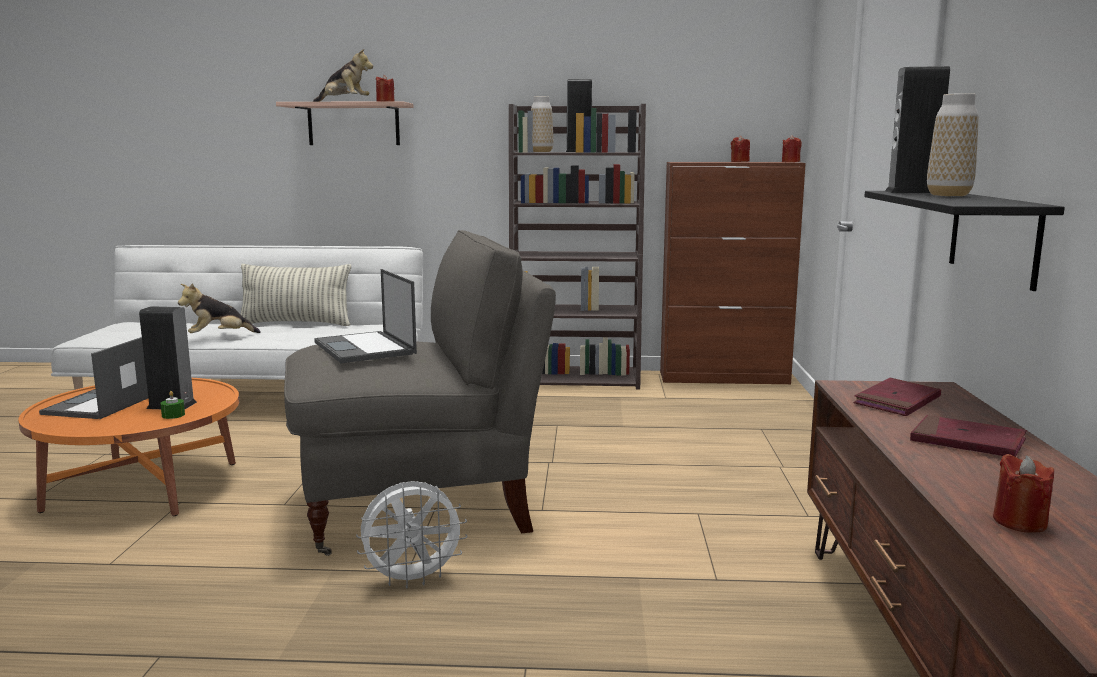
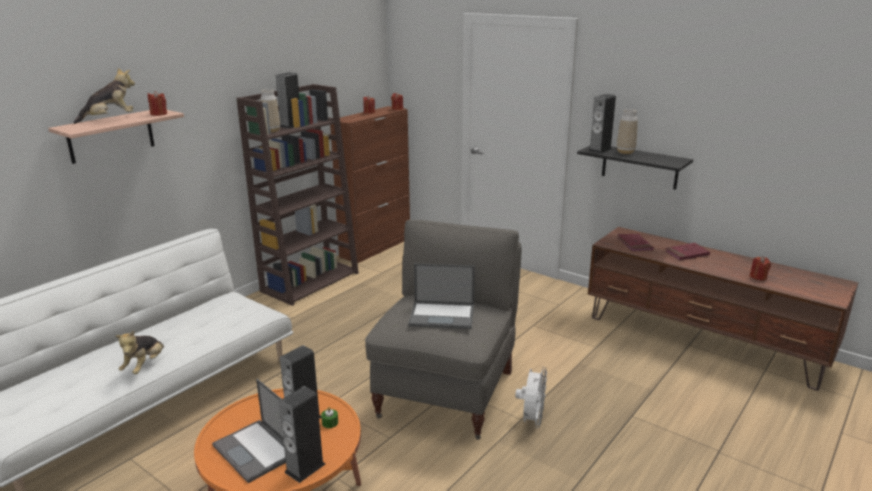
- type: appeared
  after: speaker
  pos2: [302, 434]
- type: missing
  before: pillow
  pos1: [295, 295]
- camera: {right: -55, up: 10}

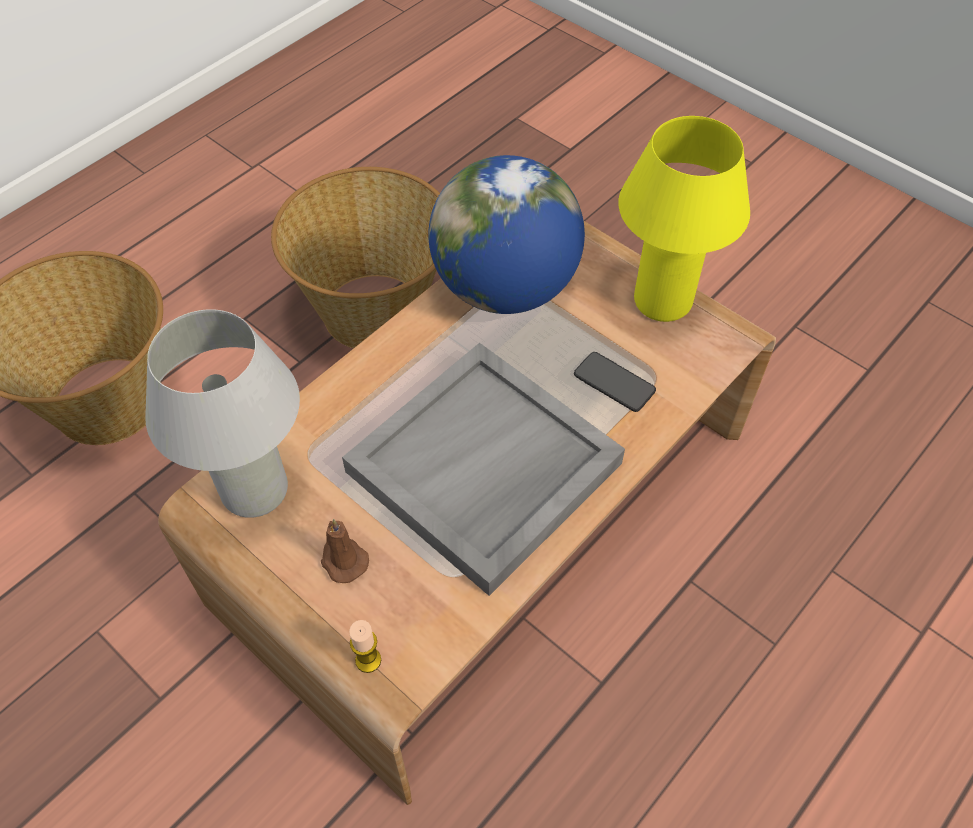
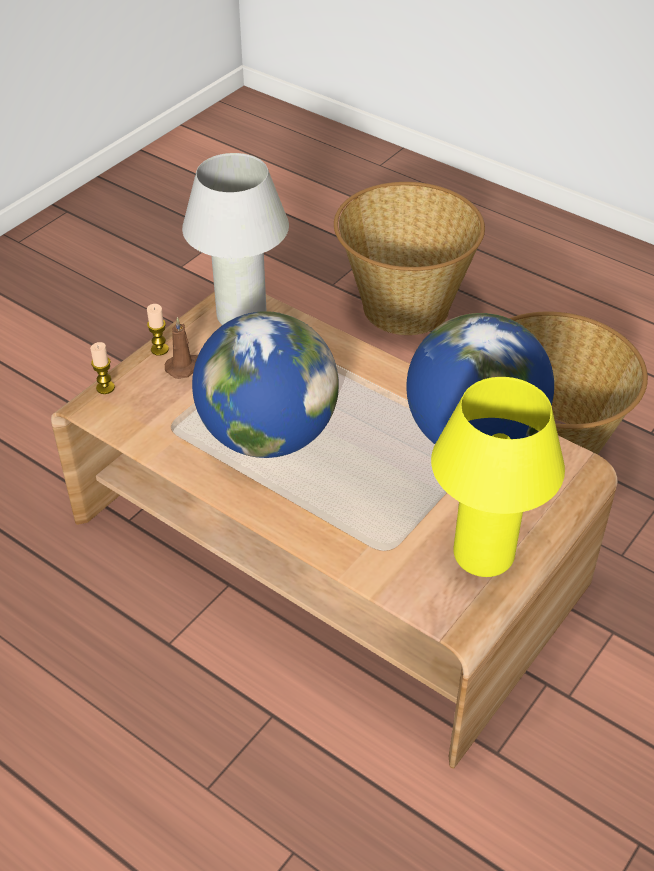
- type: appeared
  after: candle
  pos2: [158, 330]
- type: exchanged
  before: grey tray
  after: globe
  pos1: [483, 469]
  pos2: [265, 384]
- type: missing
  before: phone
  pos1: [615, 382]
- camera: {right: 85, up: -10}

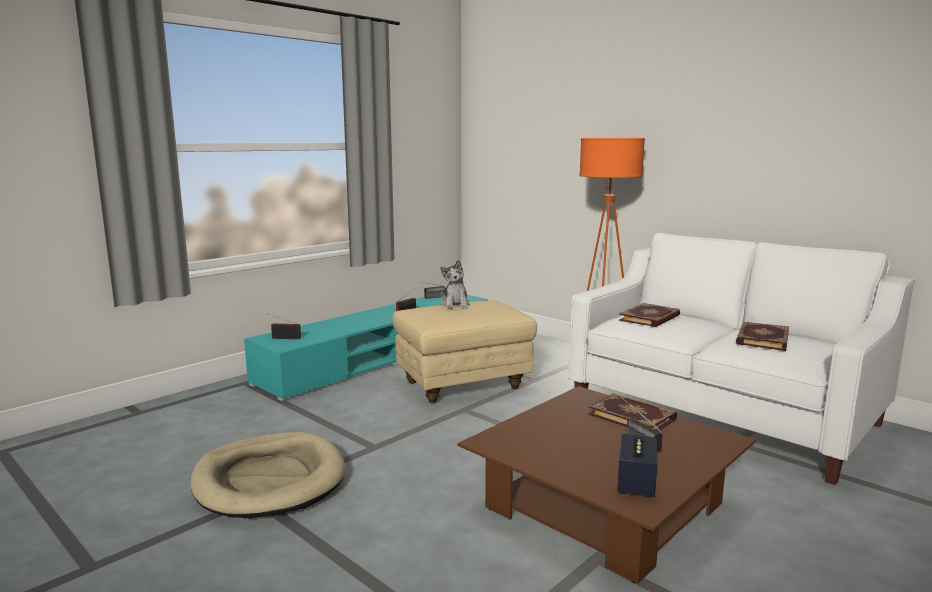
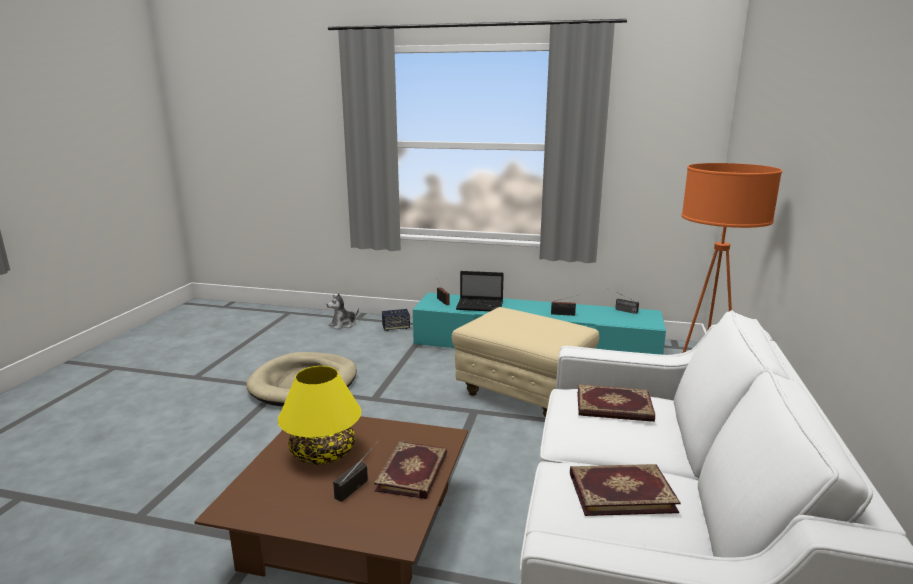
- type: appeared
  after: yellow table lamp
  pos2: [319, 415]
- type: relocated
  before: plush toy
  pos1: [455, 284]
  pos2: [343, 311]
- type: relocated
  before: speaker
  pos1: [637, 465]
  pos2: [396, 320]
- type: appeared
  after: laptop
  pos2: [480, 291]
- camera: {right: 60, up: 5}

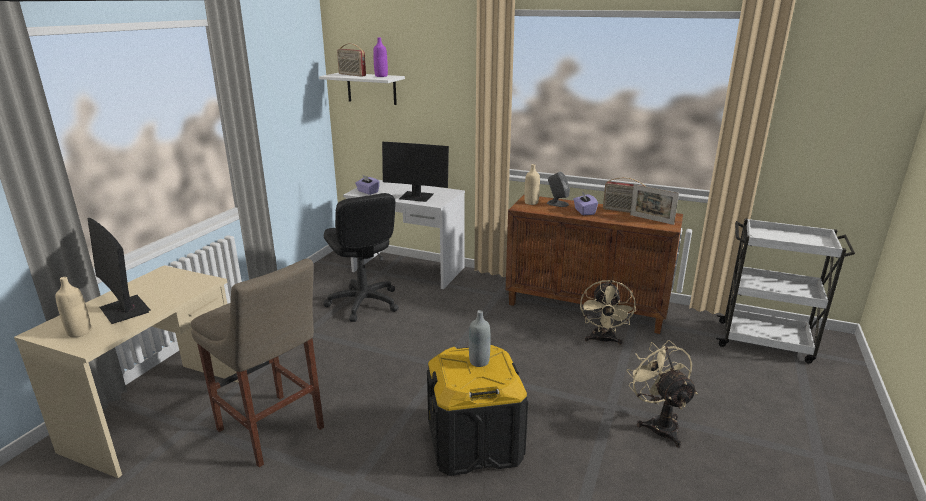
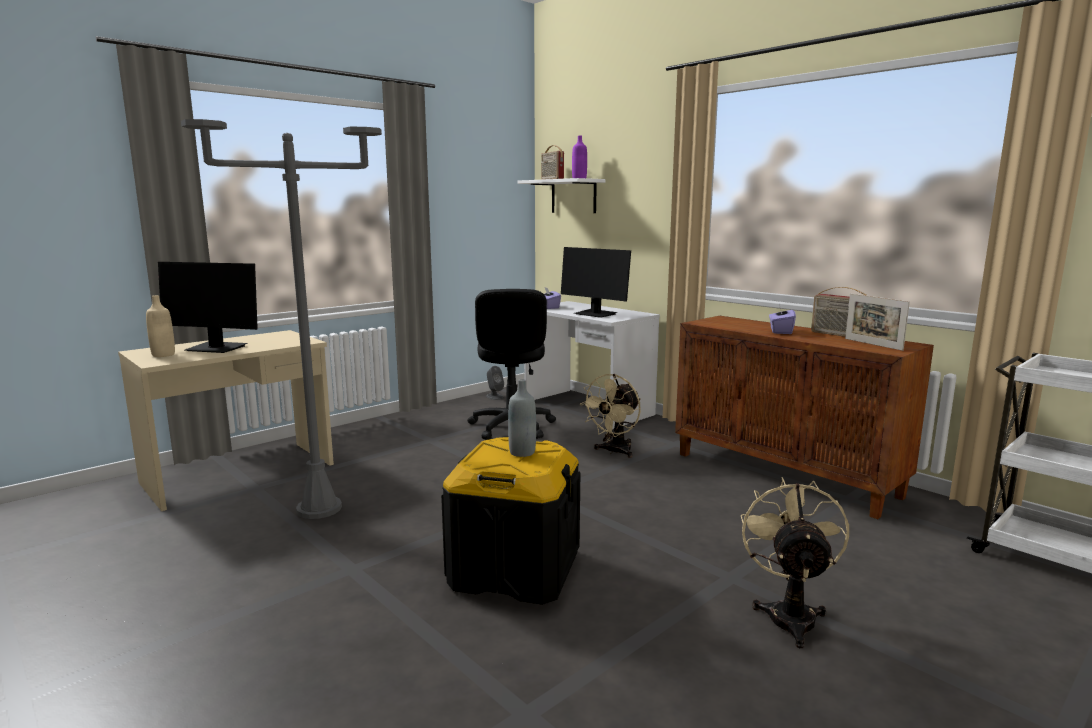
- type: spun
  before: monitor
  pos1: [119, 271]
  pos2: [208, 307]
  turn: -60
- type: exchanged
  before: beige stool
  after: grey floor lamp
  pos1: [257, 363]
  pos2: [281, 319]
- type: relocated
  before: grey speaker
  pos1: [558, 189]
  pos2: [495, 383]
- type: relocated
  before: beige fan
  pos1: [608, 312]
  pos2: [610, 416]
- type: missing
  before: beige bottle
  pos1: [532, 184]
- camera: {right: 25, up: -10}

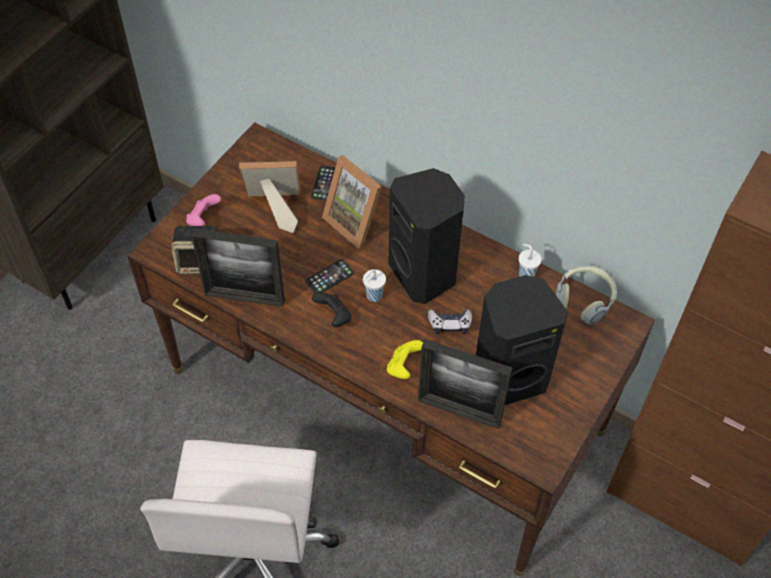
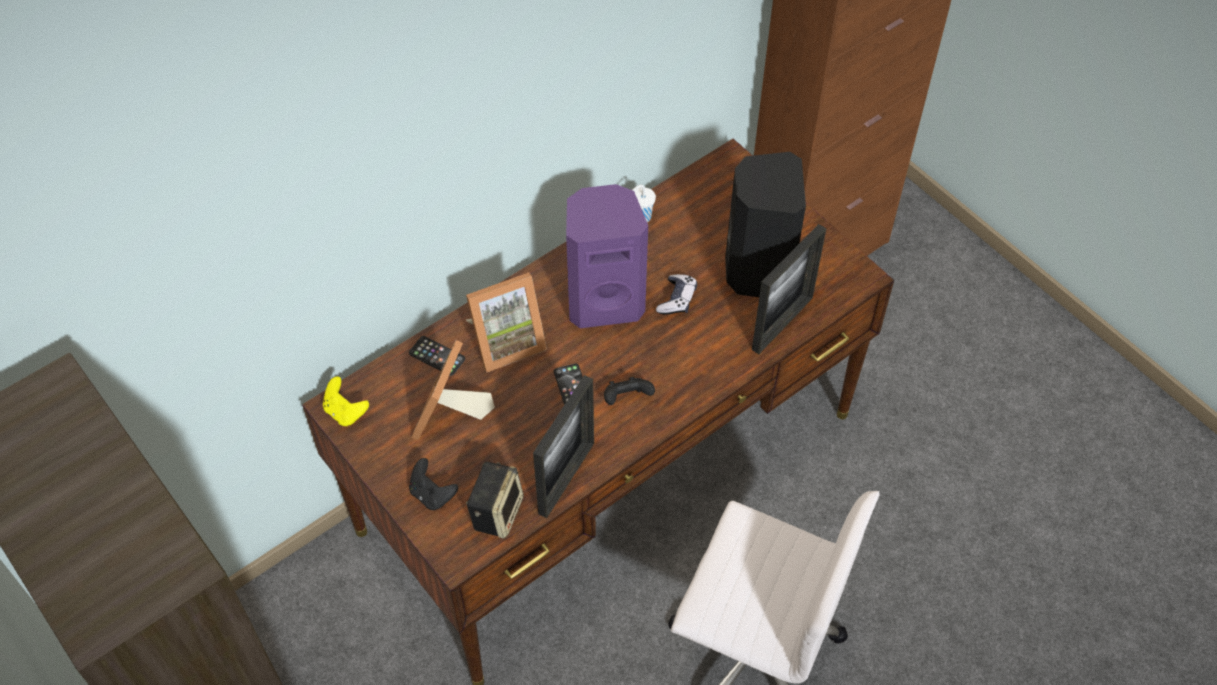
- type: relocated
  before: yellow game controller
  pos1: [405, 359]
  pos2: [346, 401]
- type: colour
  before: pink game controller
  after: black game controller
  pos1: [203, 210]
  pos2: [433, 484]
- type: colour
  before: black speaker
  after: purple speaker
  pos1: [427, 236]
  pos2: [607, 256]
- type: missing
  before: white cup
  pos1: [374, 285]
- type: missing
  before: headphones
  pos1: [586, 295]
- camera: {right: -70, up: 0}

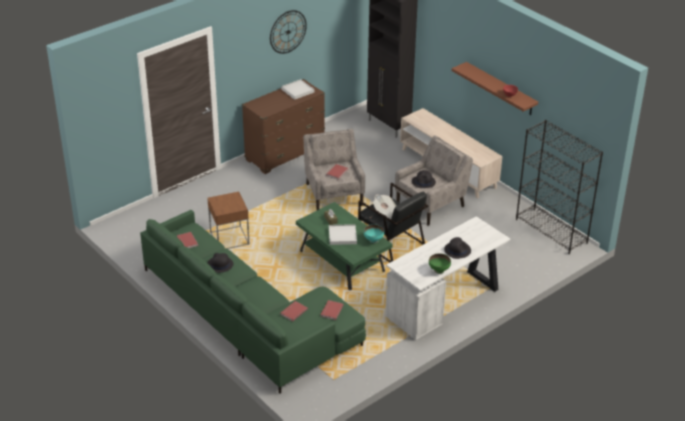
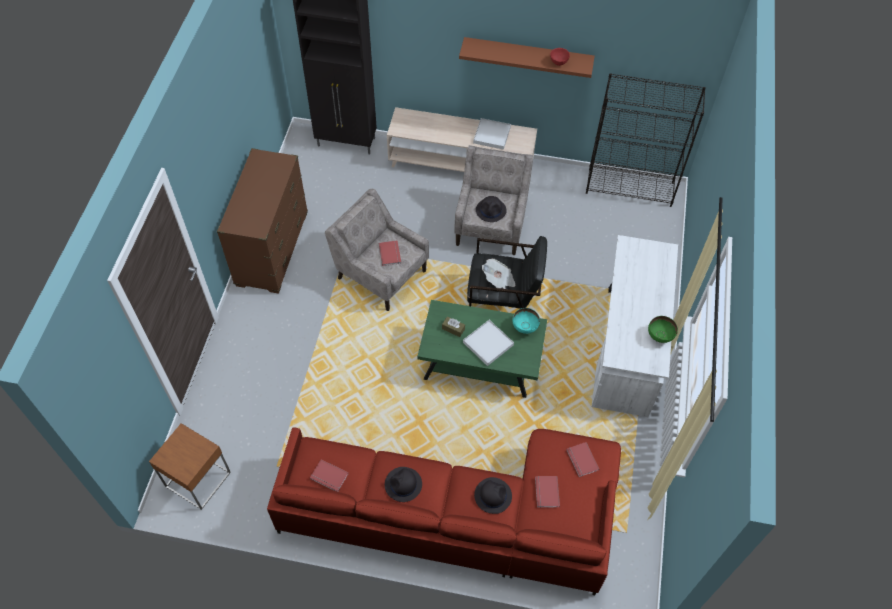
- type: relocated
  before: brown side table
  pos1: [228, 220]
  pos2: [190, 466]
- type: colour
  before: green sofa
  after: red sofa
  pos1: [253, 301]
  pos2: [444, 511]
- type: relocated
  before: white tray
  pos1: [297, 89]
  pos2: [492, 134]
- type: relocated
  before: black hat
  pos1: [457, 248]
  pos2: [493, 495]
- type: missing
  before: wall clock
  pos1: [288, 32]
- camera: {right: -40, up: 20}

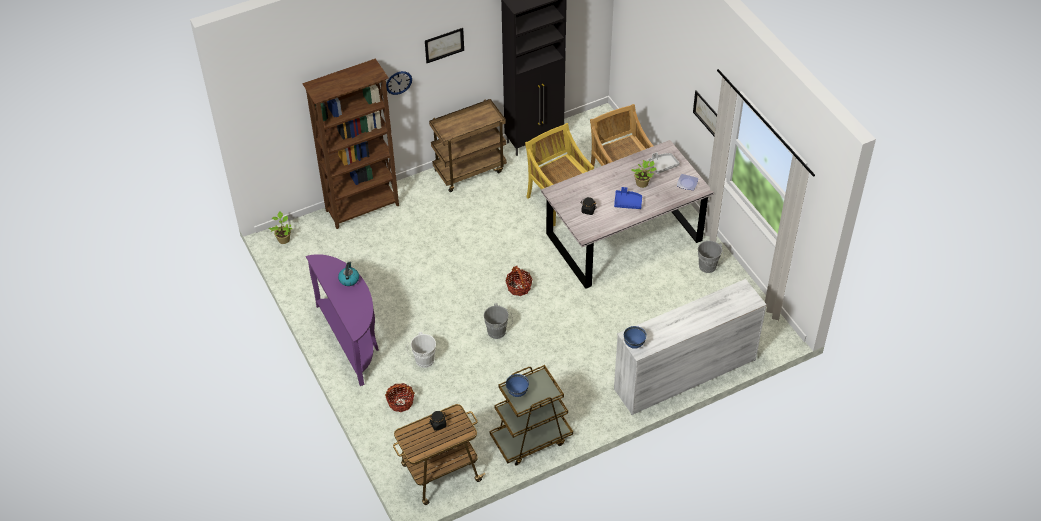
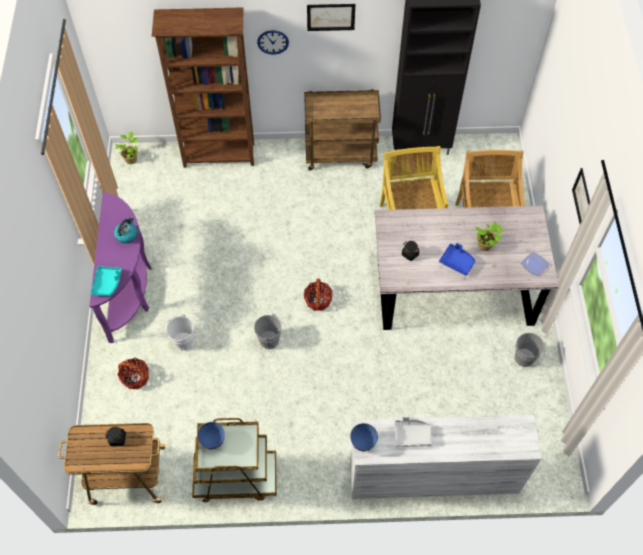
- type: appeared
  after: turquoise tray
  pos2: [106, 281]
- type: relocated
  before: grey tray
  pos1: [663, 163]
  pos2: [413, 432]
- camera: {right: 25, up: 10}

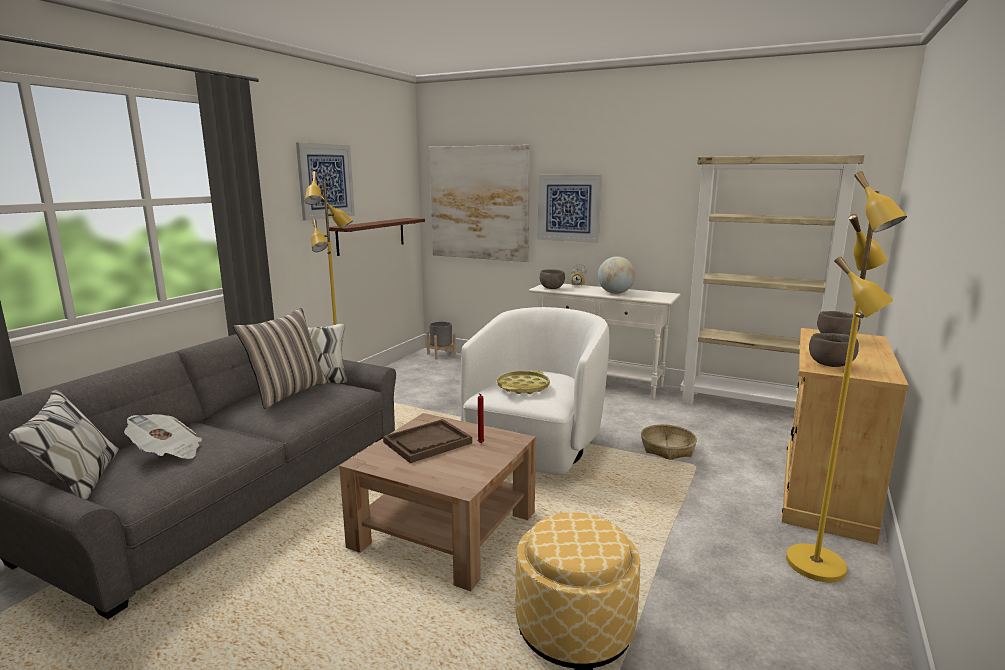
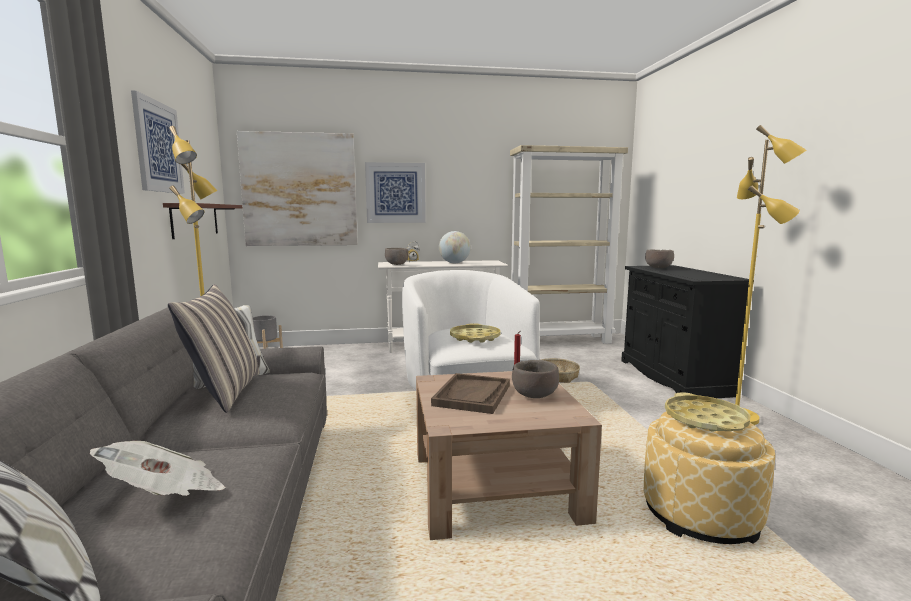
- type: relocated
  before: brown bowl
  pos1: [834, 350]
  pos2: [535, 379]
- type: colour
  before: beige cabinet
  after: black cabinet
  pos1: [845, 436]
  pos2: [687, 331]
- type: appeared
  after: yellow tray
  pos2: [708, 411]
- camera: {right: -35, up: -5}

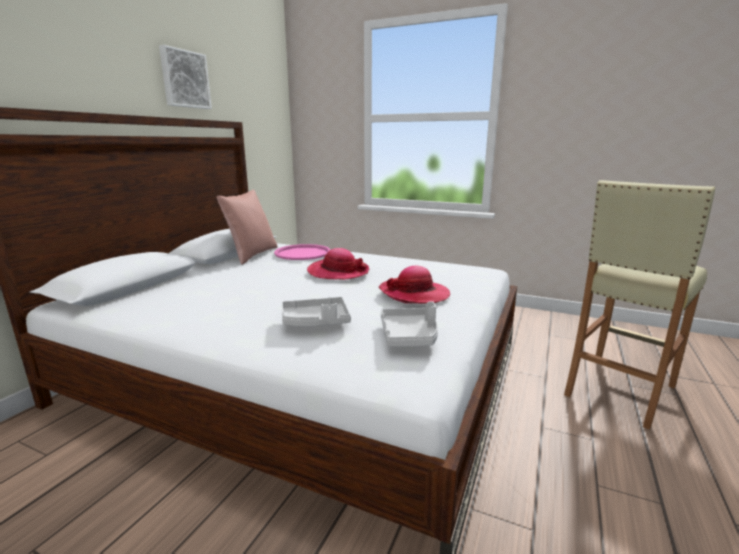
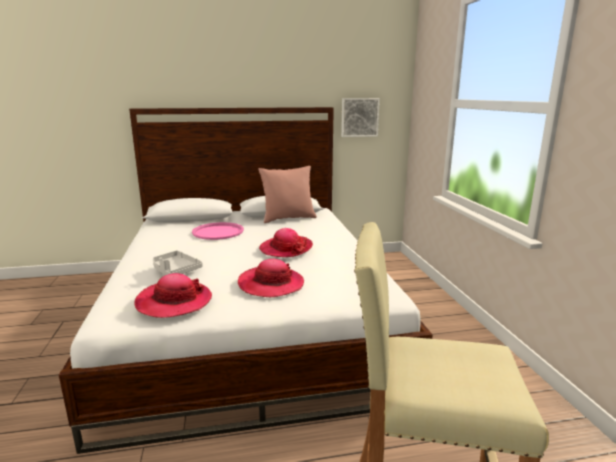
- type: exchanged
  before: grey tray
  after: hat
  pos1: [409, 324]
  pos2: [173, 295]
- type: relocated
  before: pink tray
  pos1: [302, 252]
  pos2: [218, 231]
- type: relocated
  before: picture
  pos1: [185, 77]
  pos2: [360, 117]
- camera: {right: 55, up: 0}

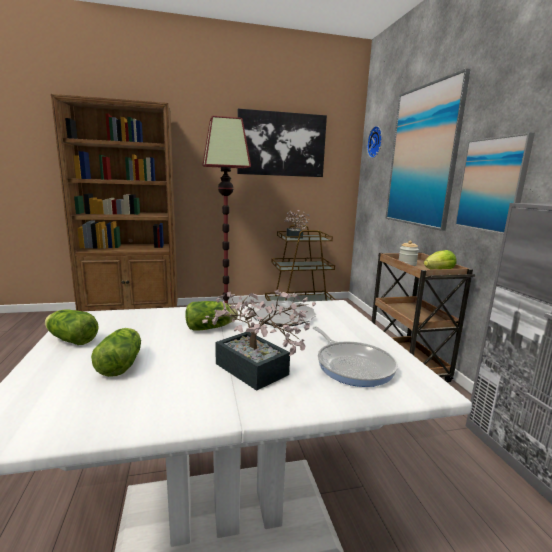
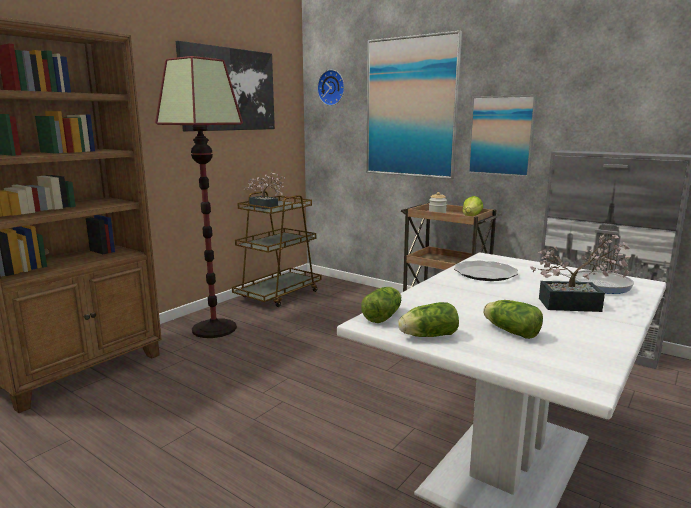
- type: relocated
  before: lettuce
  pos1: [211, 316]
  pos2: [381, 305]
- camera: {right: -40, up: 0}

